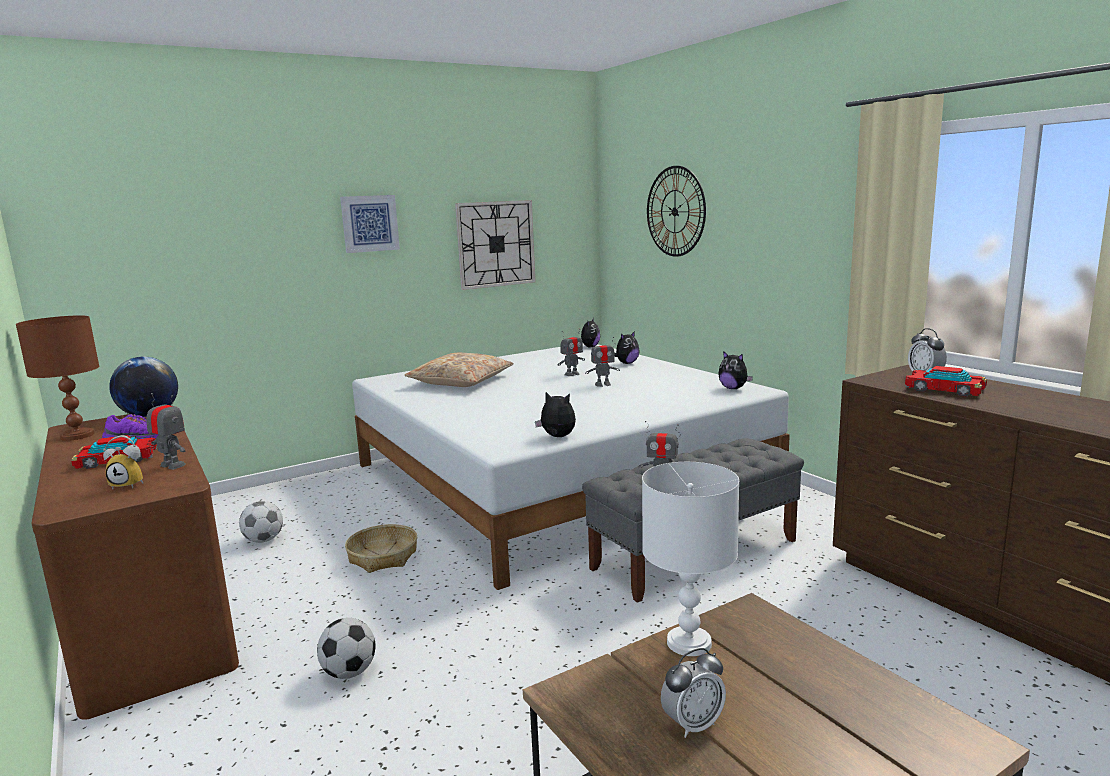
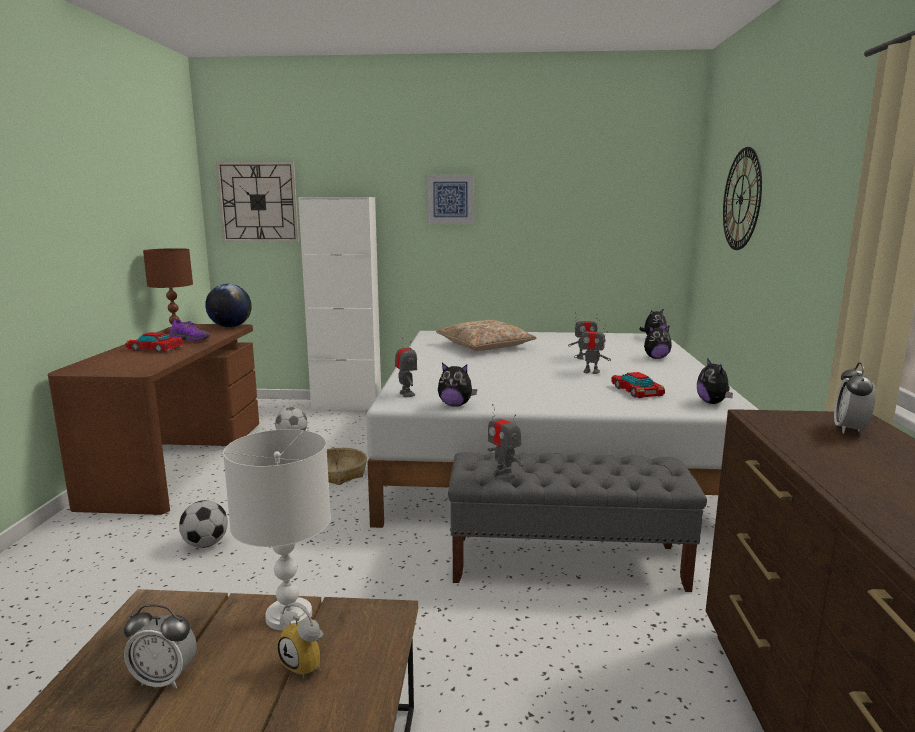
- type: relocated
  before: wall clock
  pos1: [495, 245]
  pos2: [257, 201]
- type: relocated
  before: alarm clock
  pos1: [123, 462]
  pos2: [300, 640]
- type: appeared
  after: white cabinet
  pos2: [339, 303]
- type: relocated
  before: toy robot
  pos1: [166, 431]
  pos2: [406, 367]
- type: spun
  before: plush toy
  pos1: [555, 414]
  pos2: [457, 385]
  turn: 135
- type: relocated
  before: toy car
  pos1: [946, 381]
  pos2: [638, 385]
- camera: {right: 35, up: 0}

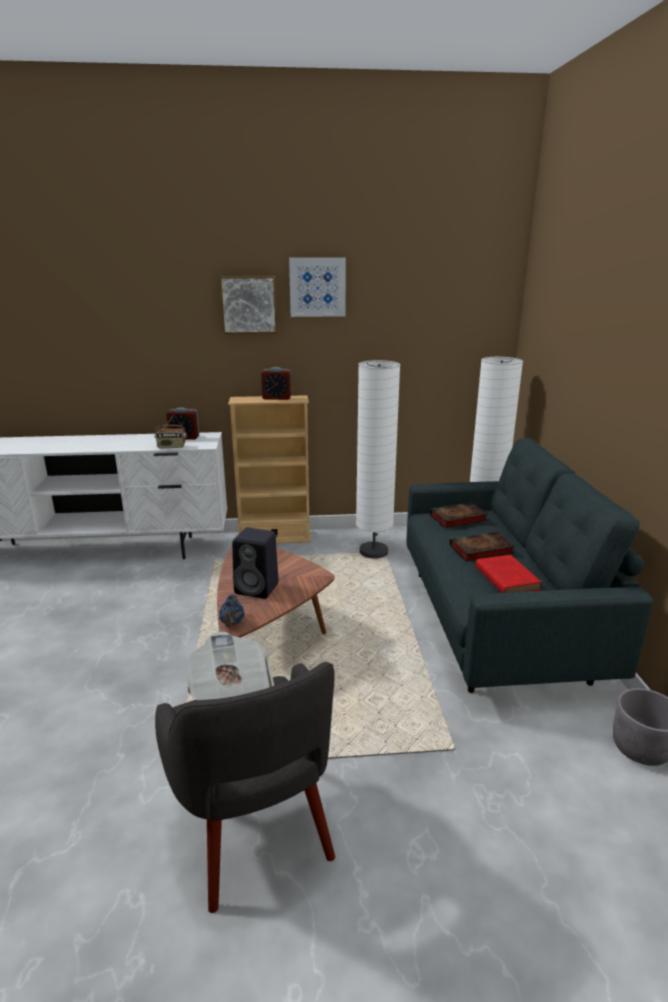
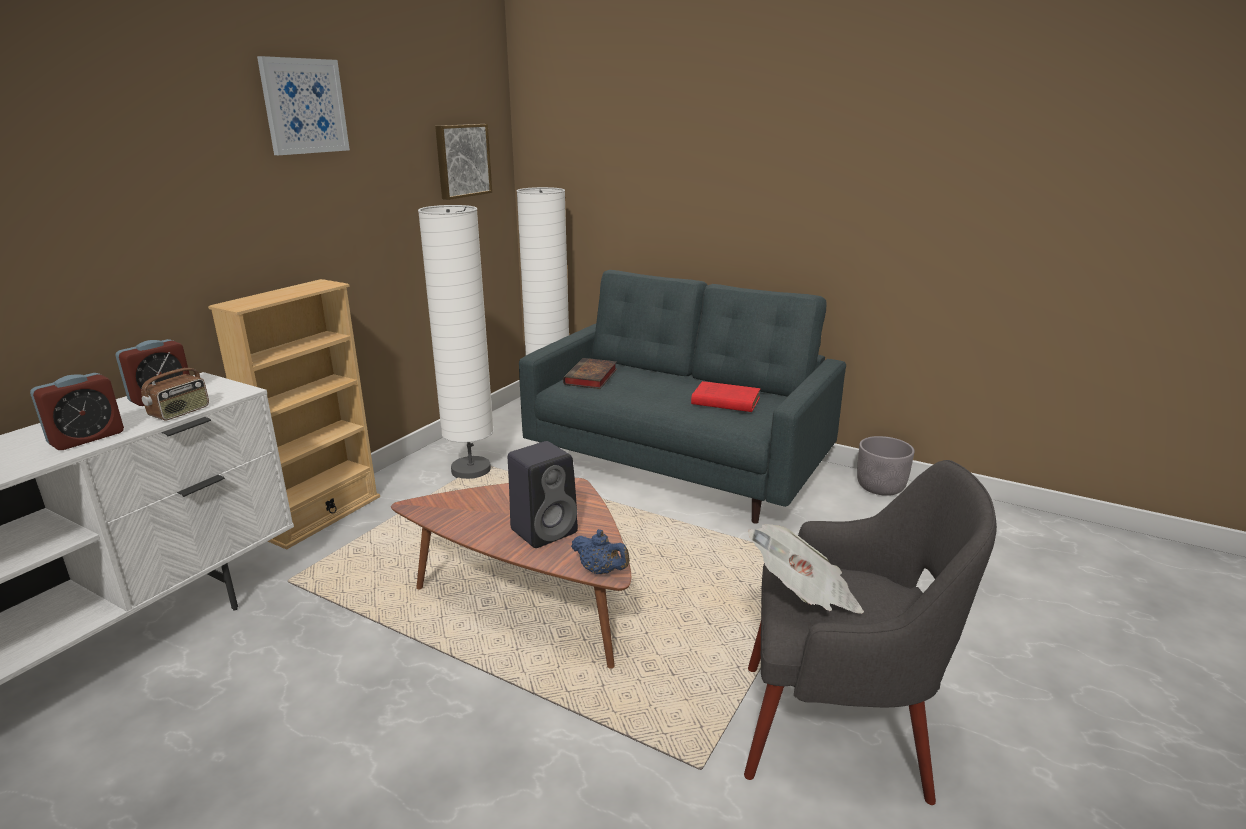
- type: relocated
  before: alarm clock
  pos1: [276, 383]
  pos2: [77, 411]
- type: relocated
  before: picture
  pos1: [248, 305]
  pos2: [463, 162]
- type: missing
  before: book
  pos1: [482, 547]
- camera: {right: -55, up: 0}

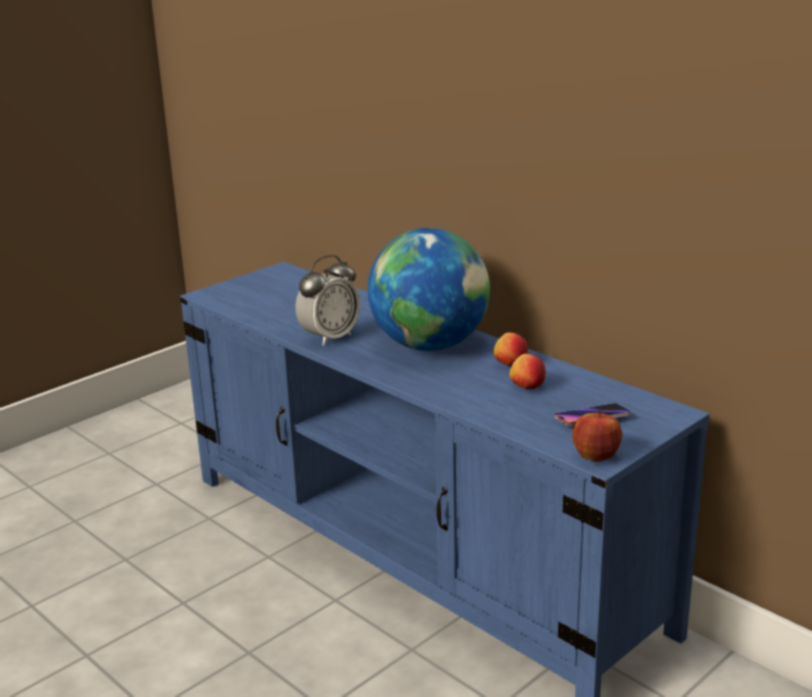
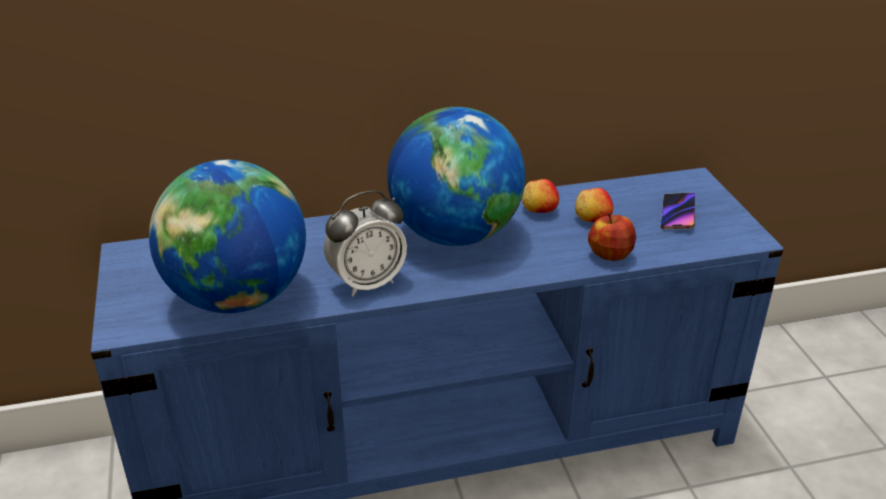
- type: appeared
  after: globe
  pos2: [227, 236]
- type: spun
  before: alarm clock
  pos1: [328, 300]
  pos2: [365, 243]
  turn: 75
- type: relocated
  before: apple
  pos1: [597, 435]
  pos2: [612, 237]
- camera: {right: -60, up: 10}

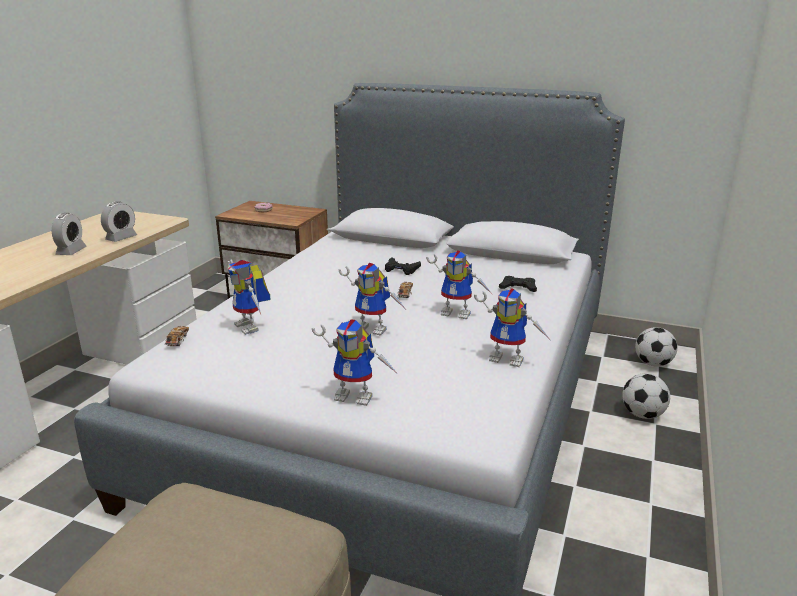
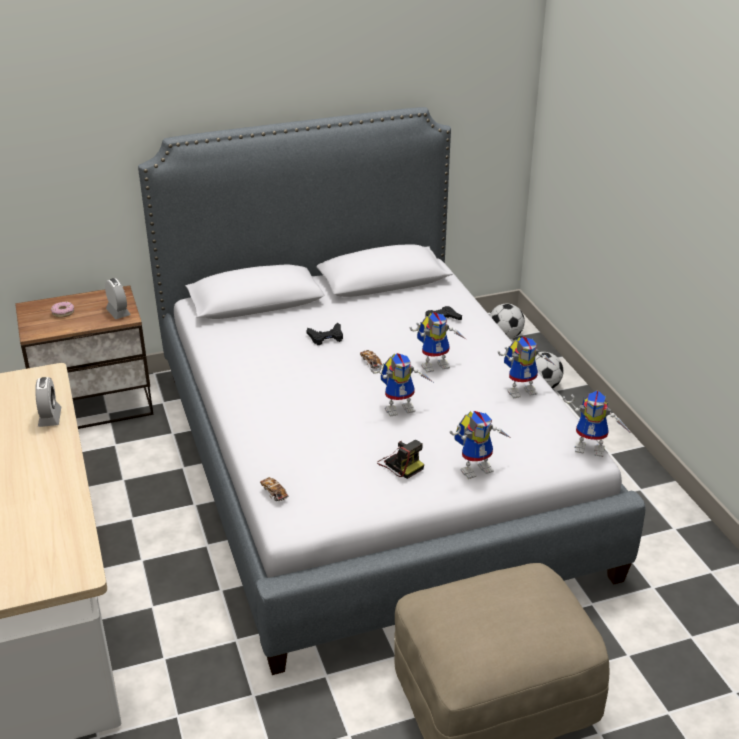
- type: relocated
  before: alarm clock
  pos1: [69, 234]
  pos2: [118, 298]
- type: appeared
  after: photo camera
  pos2: [400, 459]
- type: relocated
  before: toy robot
  pos1: [249, 297]
  pos2: [597, 424]
- camera: {right: -40, up: 10}

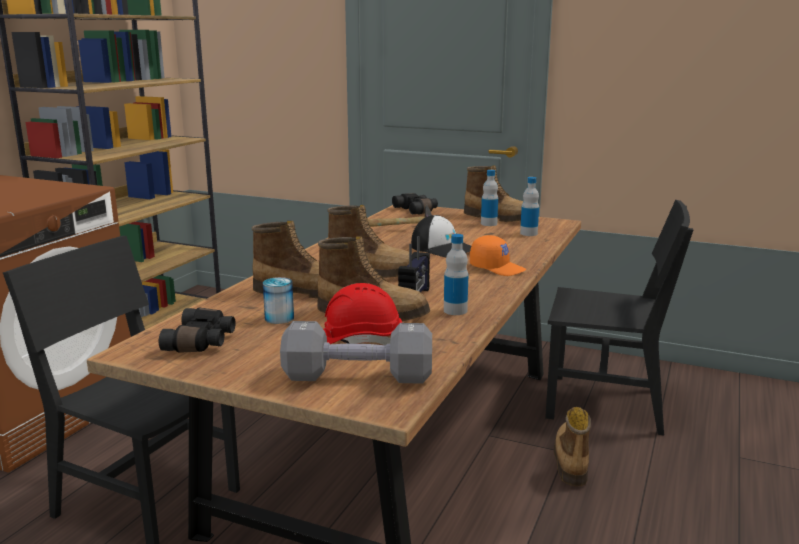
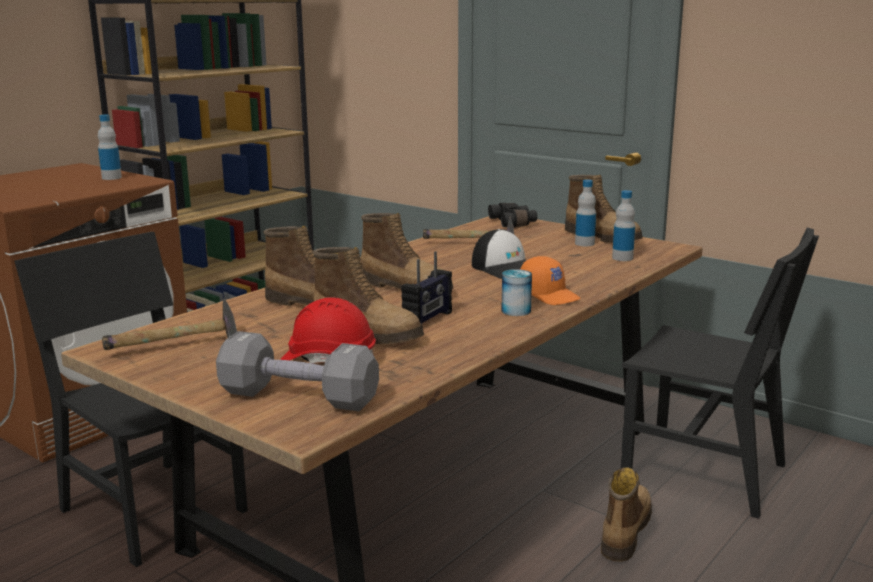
- type: relocated
  before: bottle
  pos1: [456, 274]
  pos2: [110, 147]
- type: exchanged
  before: black binoculars
  after: hammer
  pos1: [197, 330]
  pos2: [169, 324]
- type: relocated
  before: can
  pos1: [278, 300]
  pos2: [517, 292]
- camera: {right: 15, up: 0}

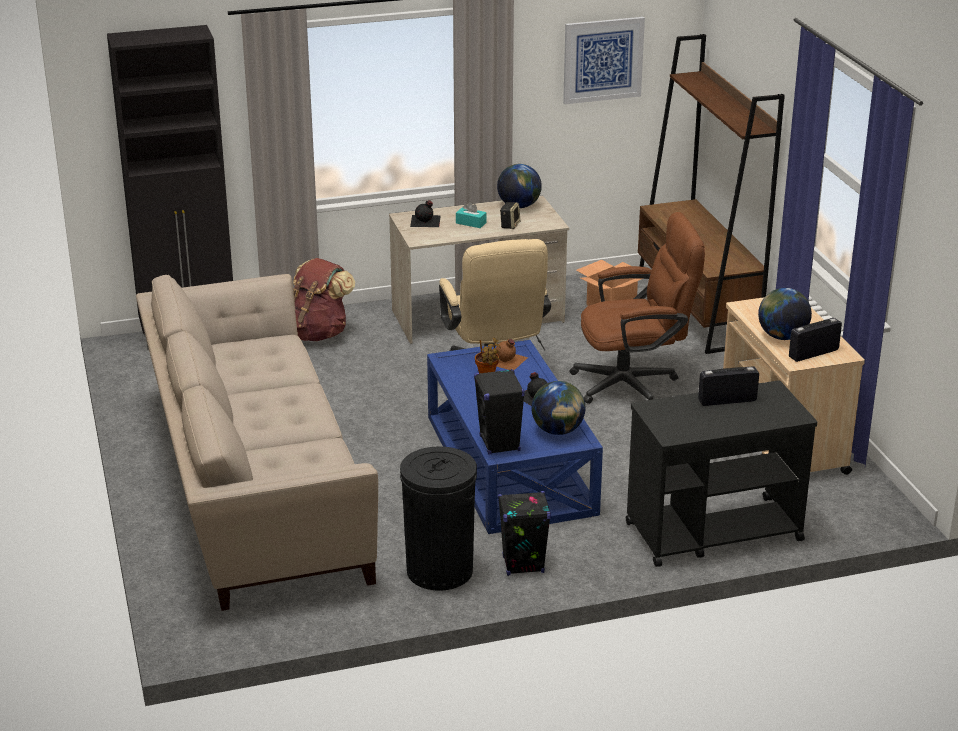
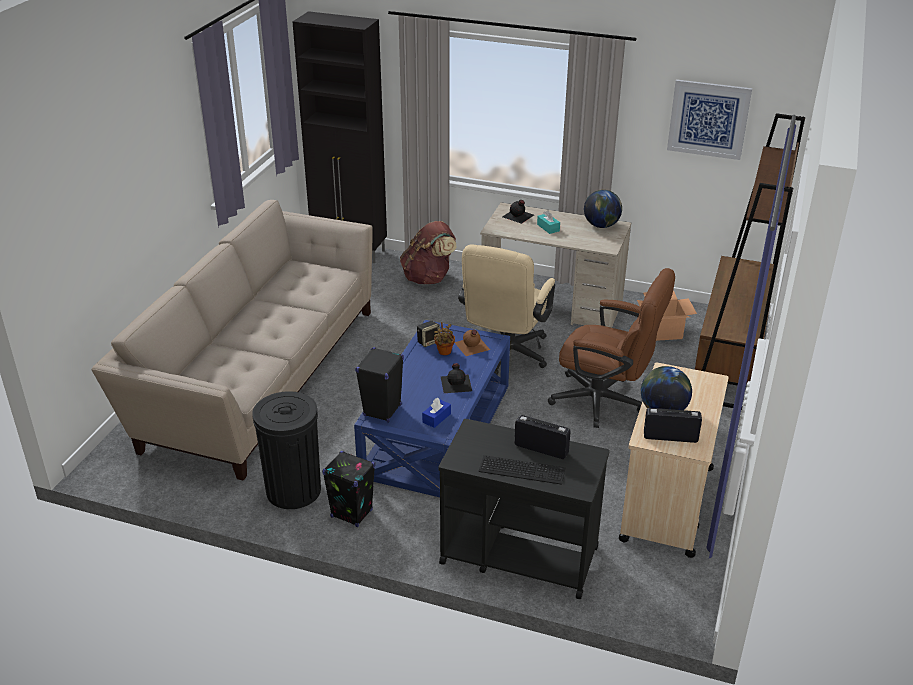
- type: relocated
  before: speaker
  pos1: [510, 215]
  pos2: [428, 334]
- type: exchanged
  before: globe
  after: blue tissue box
  pos1: [558, 408]
  pos2: [436, 413]
- type: appeared
  after: keyboard
  pos2: [522, 470]
- camera: {right: 35, up: 5}

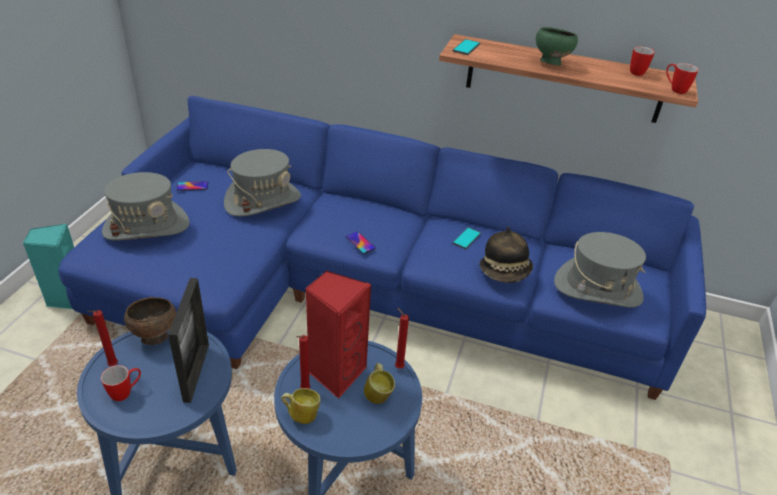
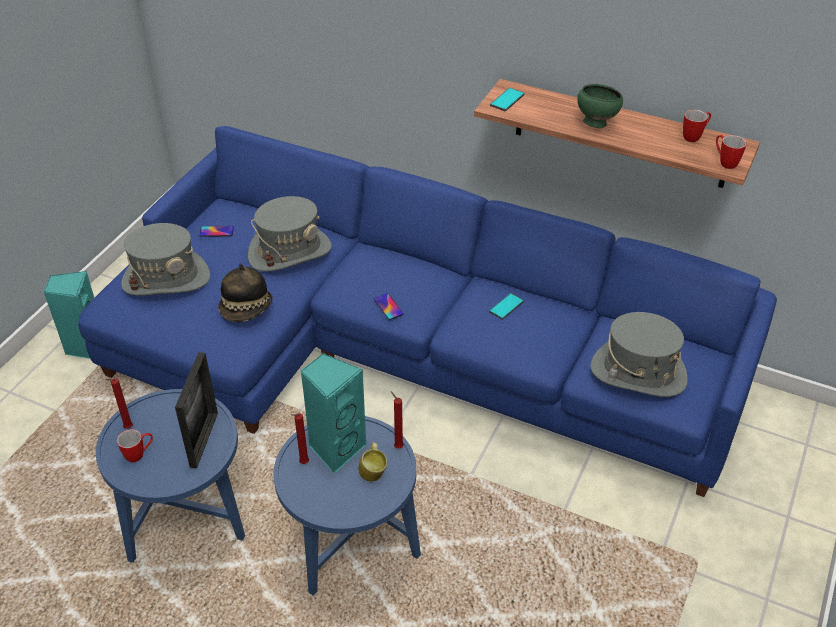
- type: relocated
  before: hat
  pos1: [506, 255]
  pos2: [245, 292]
- type: colour
  before: red speaker
  after: turquoise speaker
  pos1: [338, 335]
  pos2: [334, 413]
- type: missing
  before: brown bowl
  pos1: [150, 321]
- type: missing
  before: mug
  pos1: [301, 406]
- camera: {right: 10, up: 5}

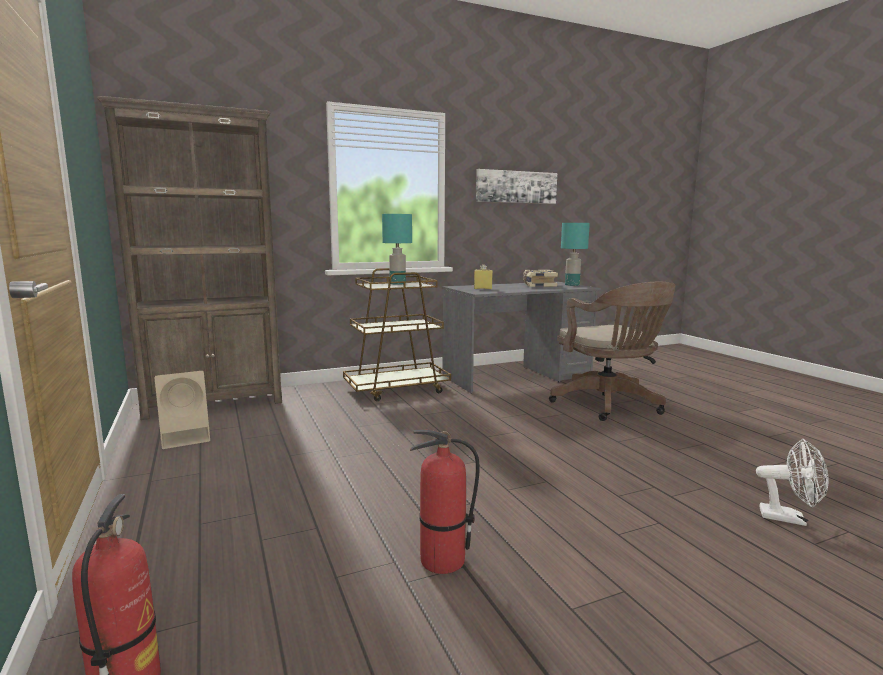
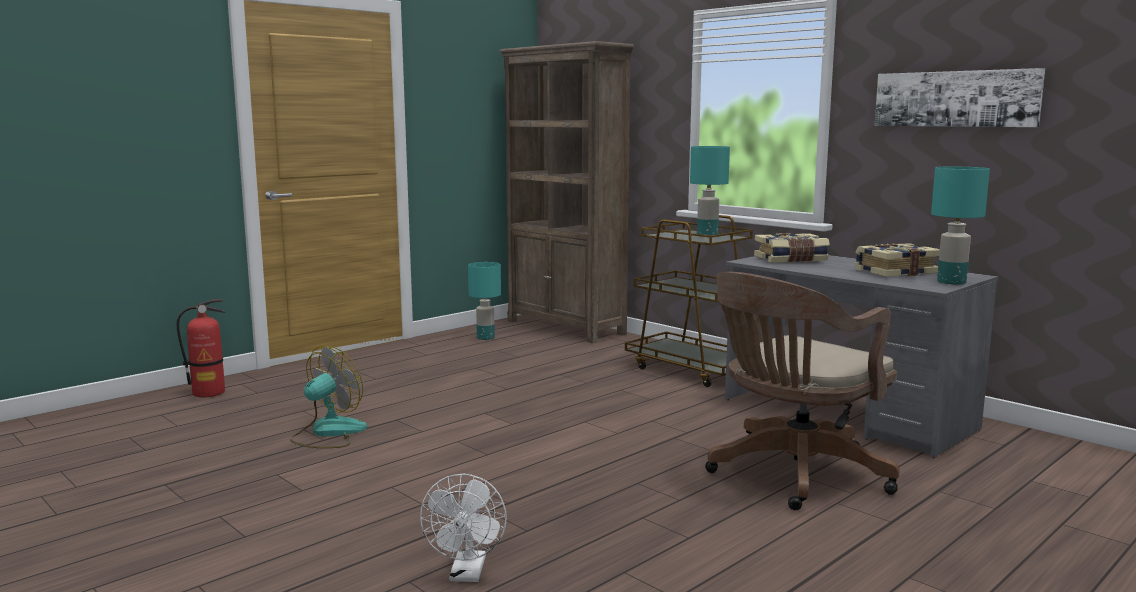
- type: exchanged
  before: fire extinguisher
  after: fan
  pos1: [444, 502]
  pos2: [328, 397]
- type: exchanged
  before: beige speaker
  after: turquoise table lamp
  pos1: [182, 410]
  pos2: [484, 301]
- type: exchanged
  before: yellow bottle
  after: book
  pos1: [483, 277]
  pos2: [792, 248]
- camera: {right: 70, up: 0}

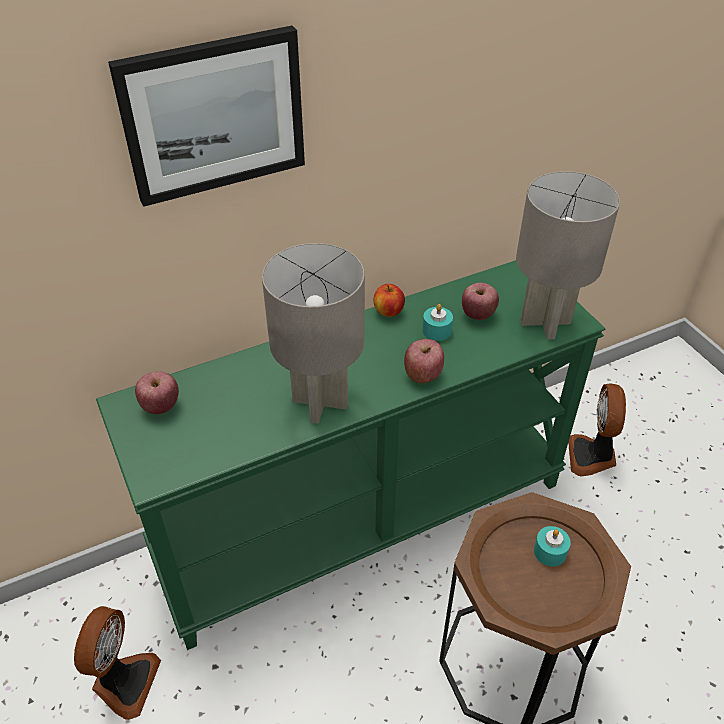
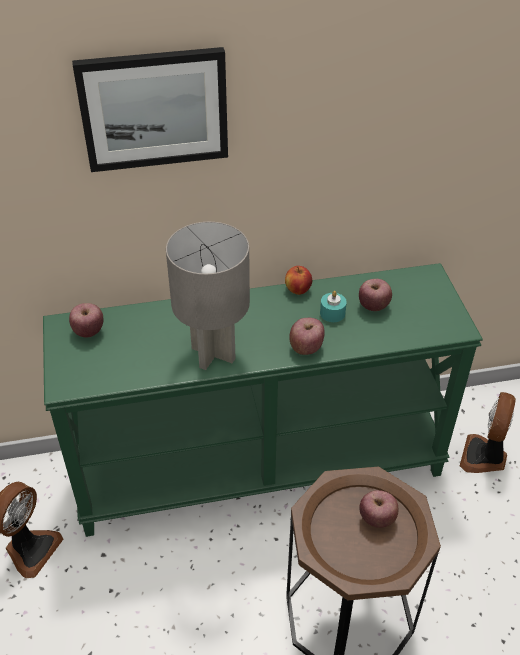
- type: exchanged
  before: turquoise candle
  after: apple
  pos1: [552, 546]
  pos2: [378, 509]
- type: missing
  before: grey table lamp
  pos1: [568, 255]
- camera: {right: 15, up: 0}

